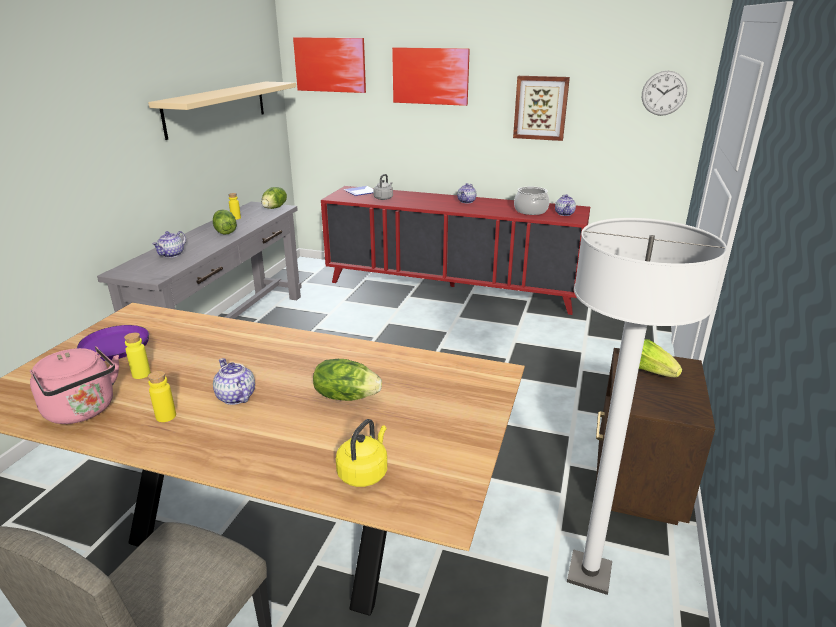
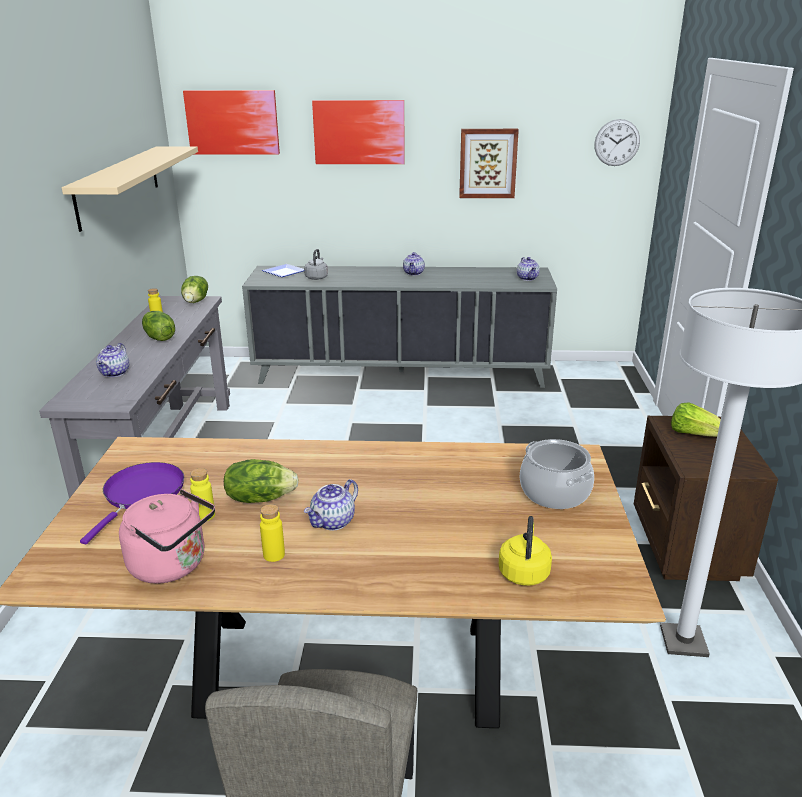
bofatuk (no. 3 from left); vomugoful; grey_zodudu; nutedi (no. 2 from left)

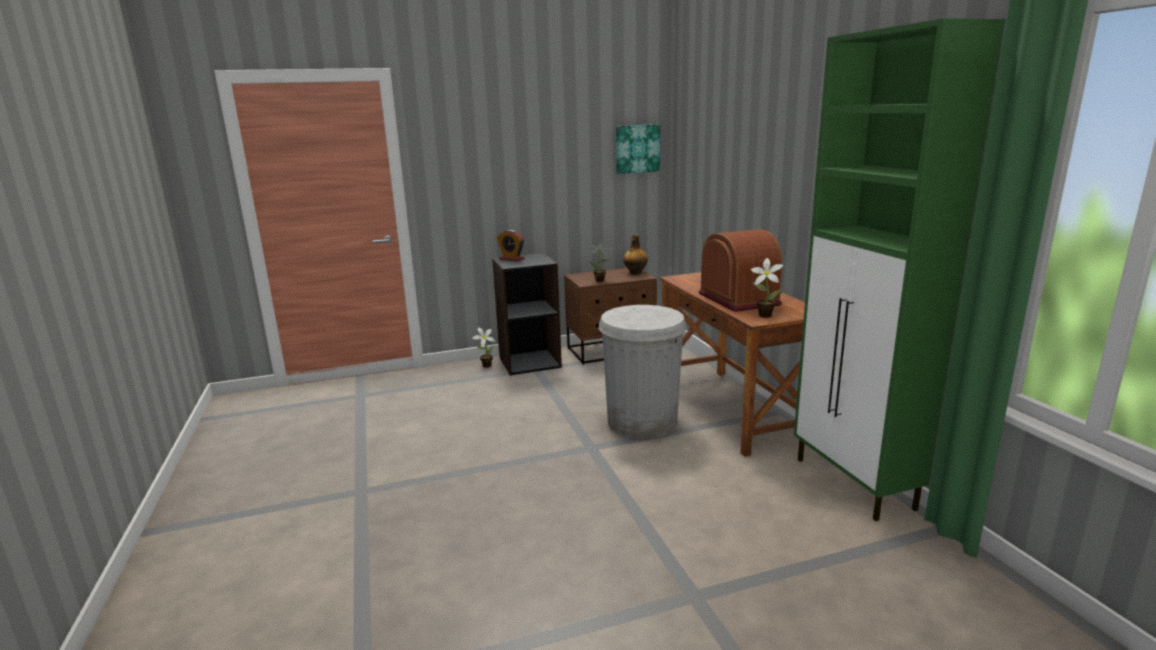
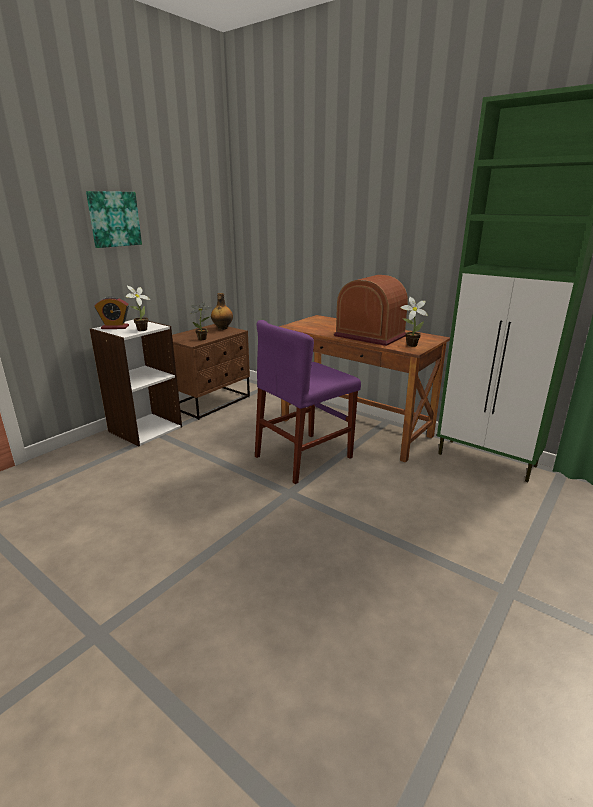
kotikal (no. 1 from left); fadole; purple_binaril; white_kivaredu

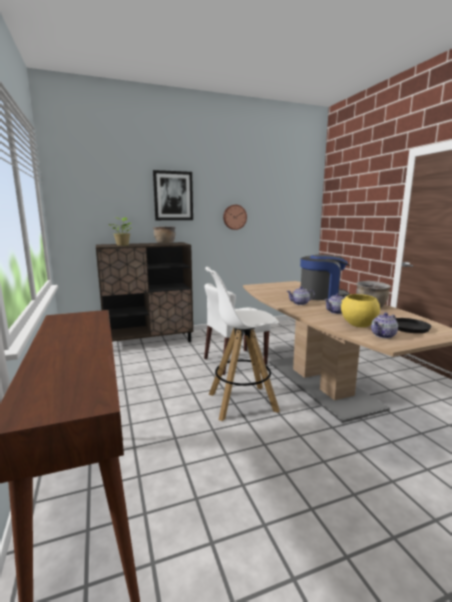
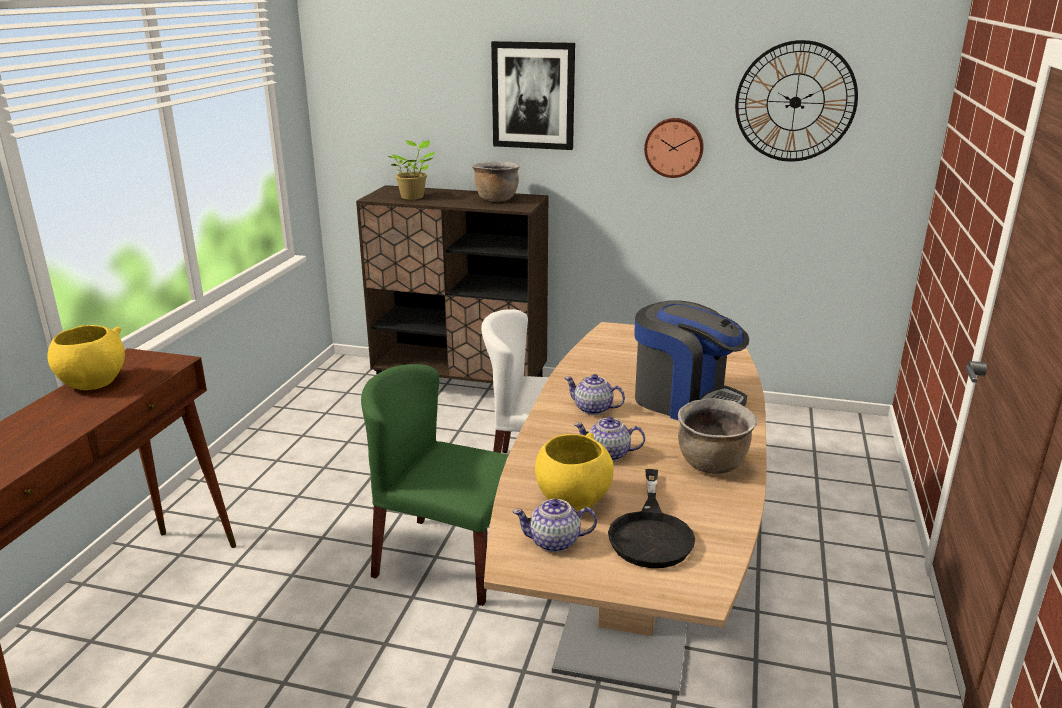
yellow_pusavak (no. 1 from left); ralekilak (no. 2 from left); green_binaril

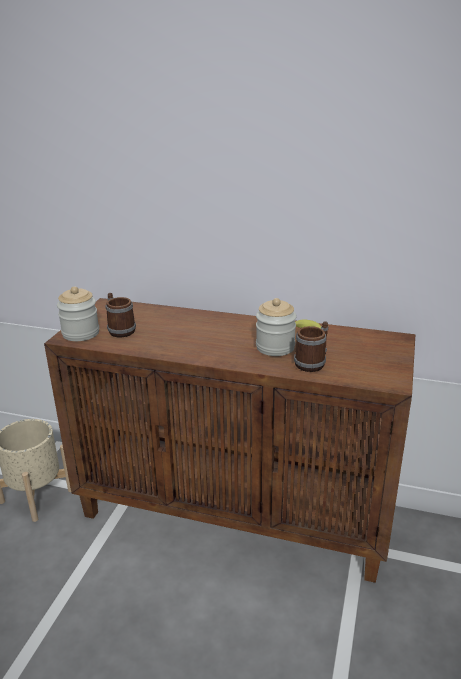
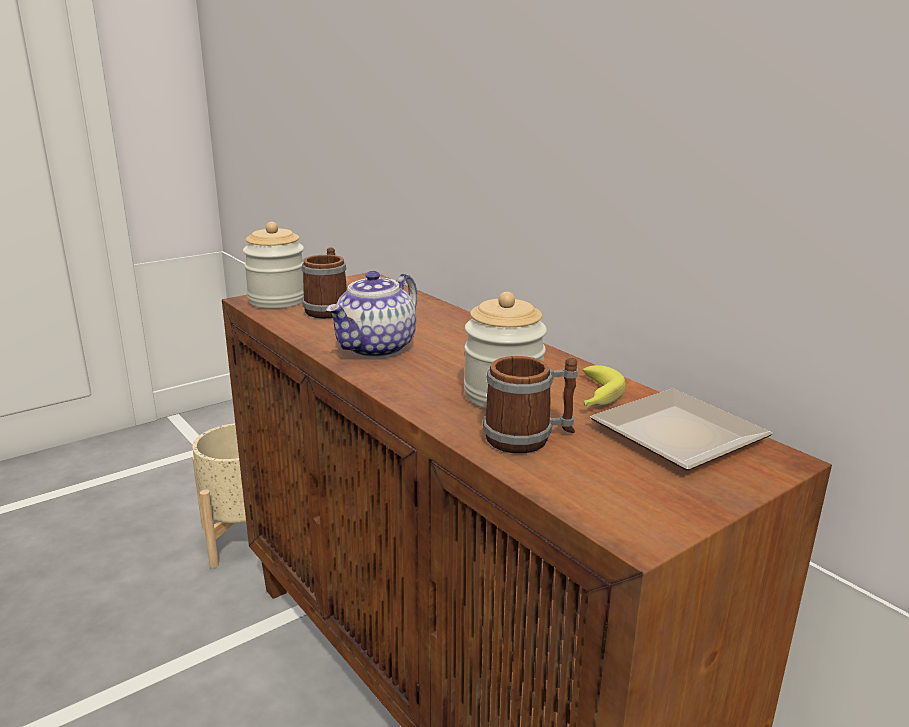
nutedi; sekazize

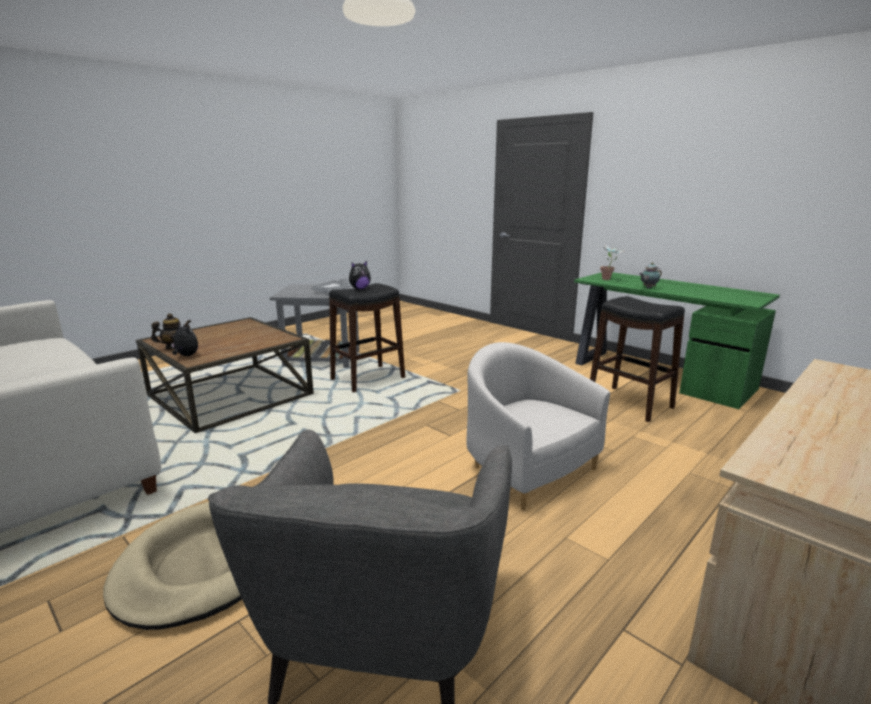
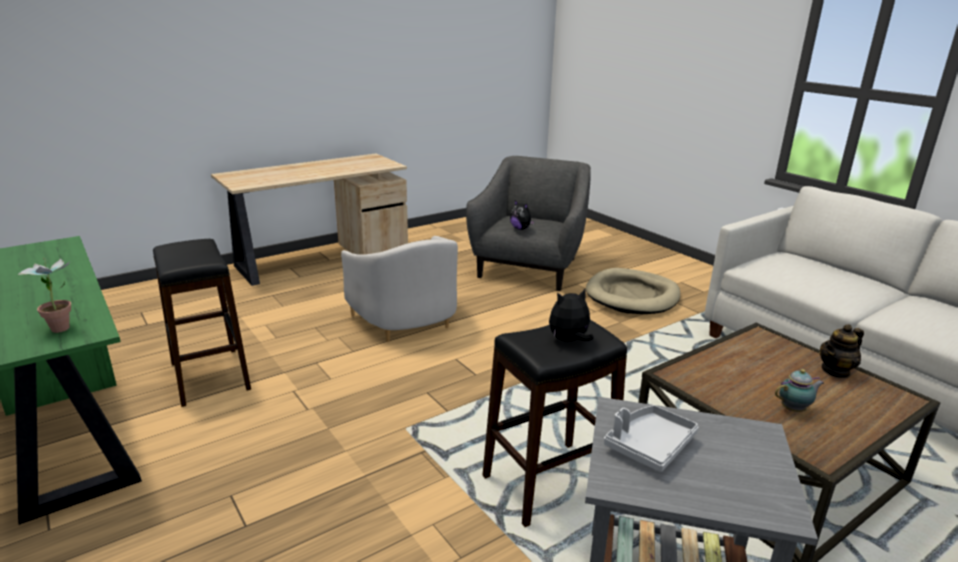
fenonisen (no. 1 from left); nutedi (no. 1 from left)

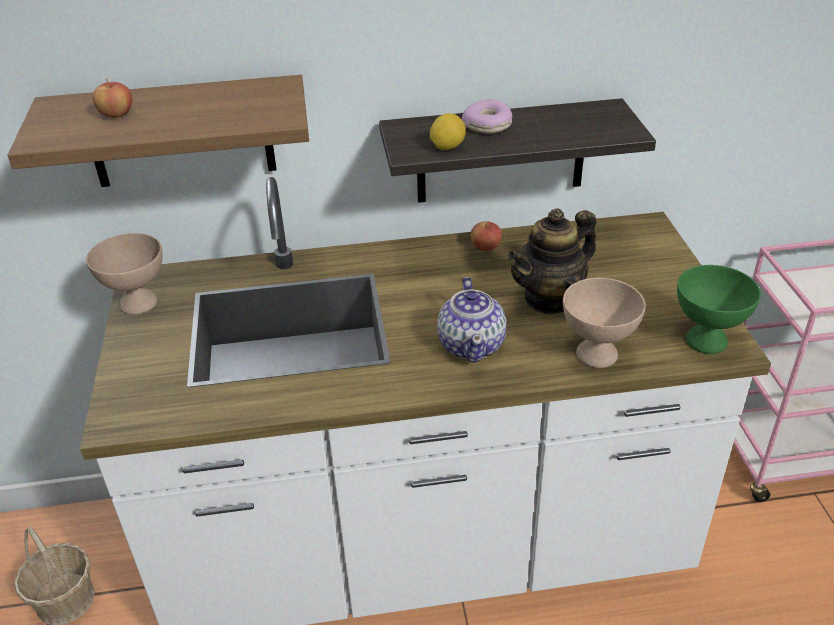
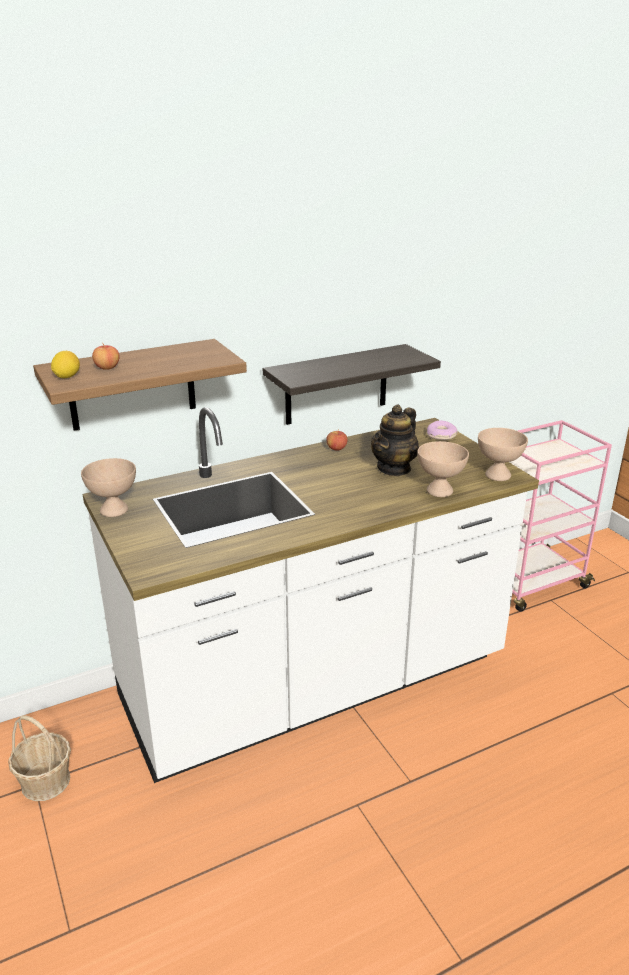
nutedi (no. 1 from left in the first image); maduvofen; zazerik; beige_pusavak (no. 3 from left)

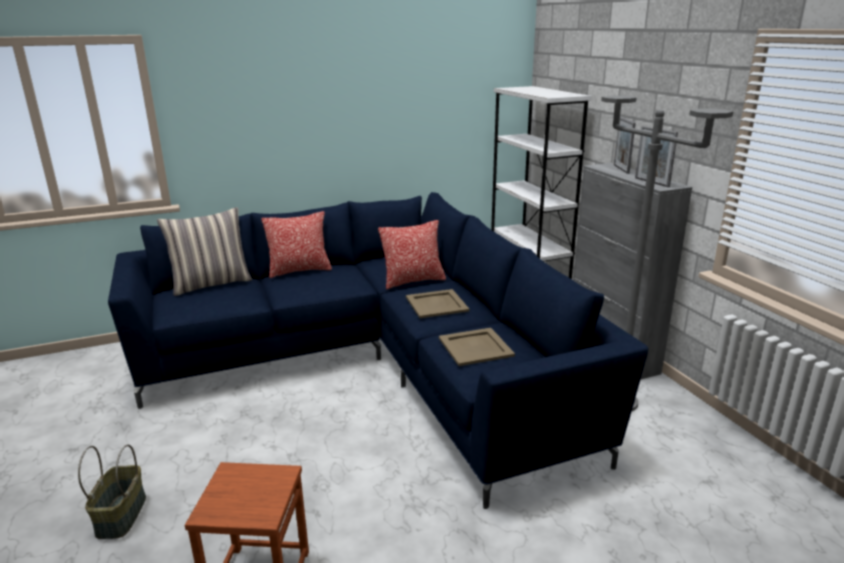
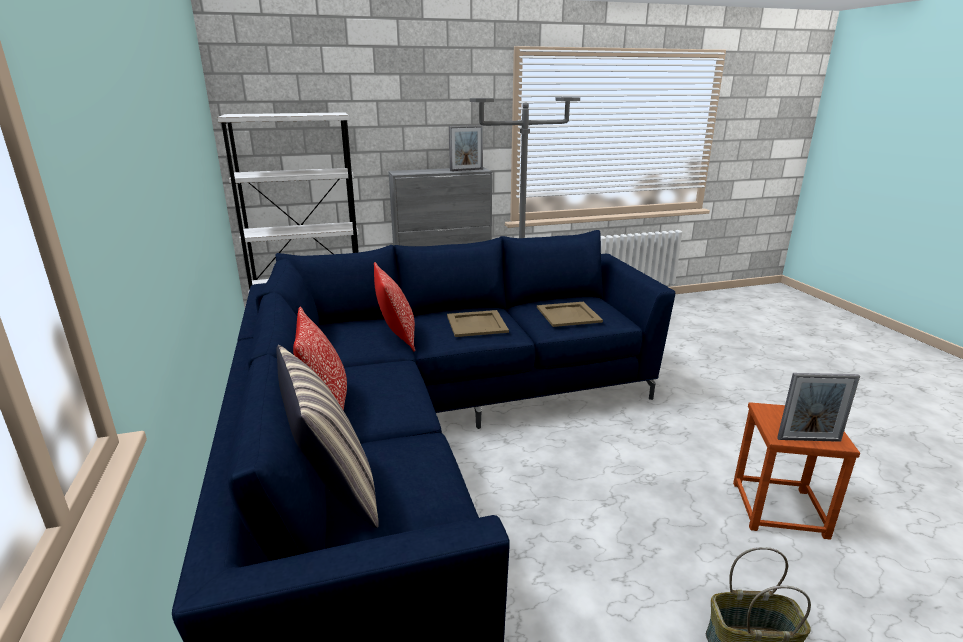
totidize (no. 2 from left)

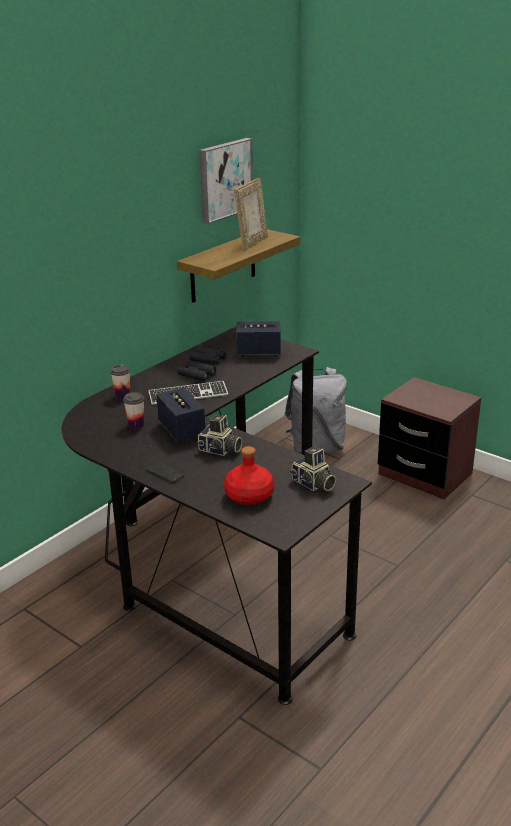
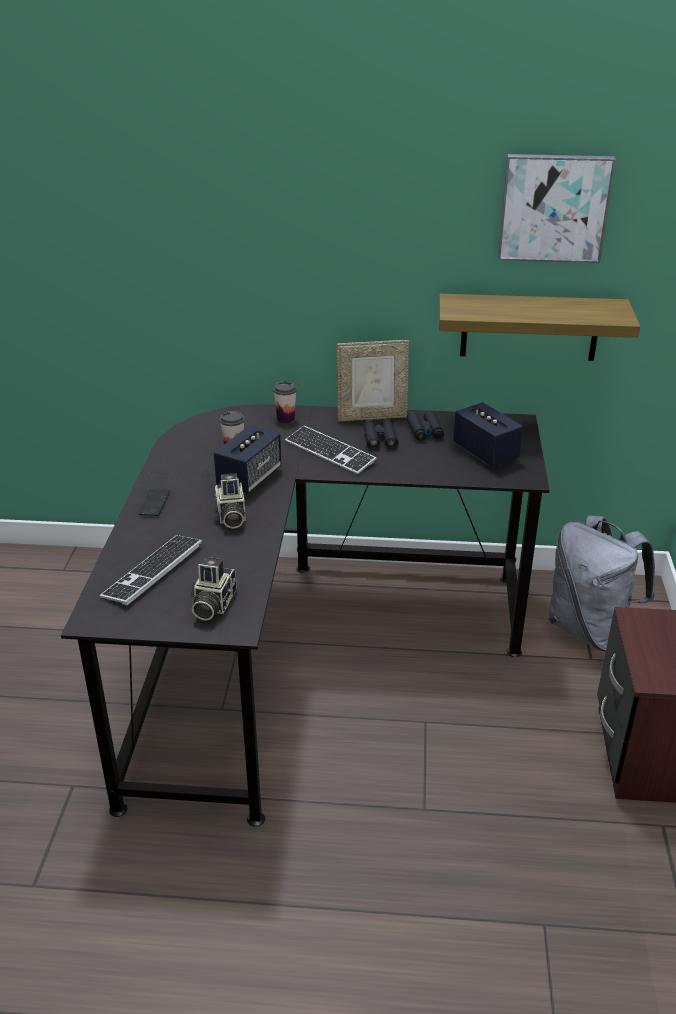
totidize; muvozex (no. 1 from left)

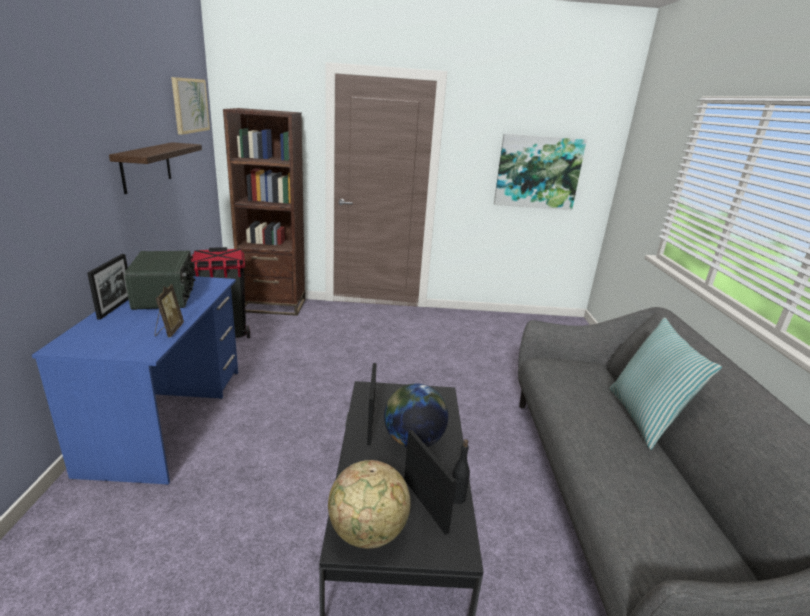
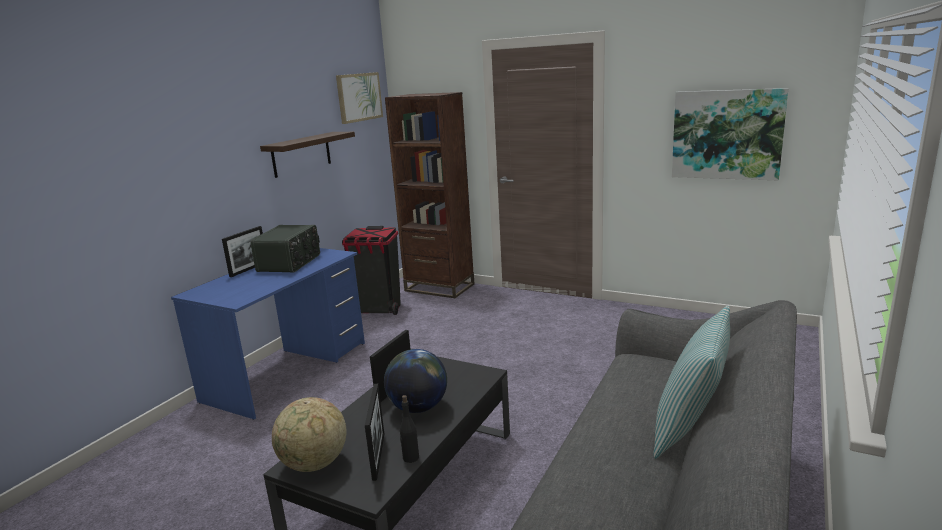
totidize (no. 2 from left in the first image)

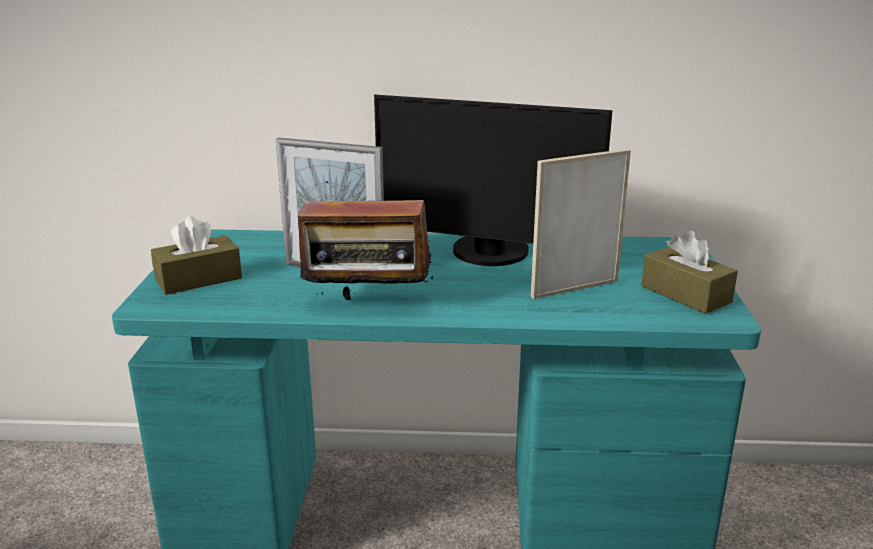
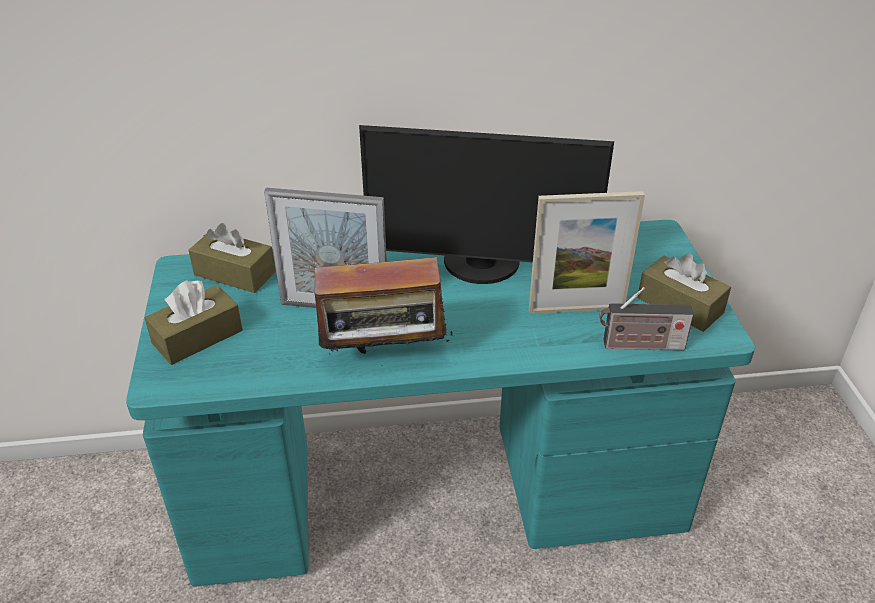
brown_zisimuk (no. 2 from left); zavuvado (no. 2 from left); totidize (no. 2 from left)

